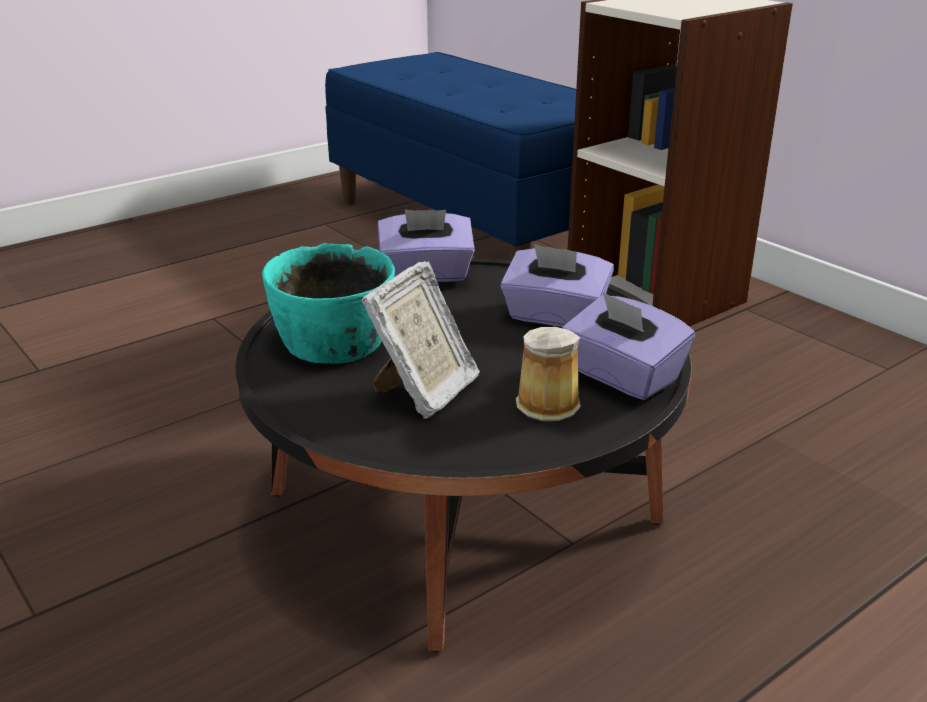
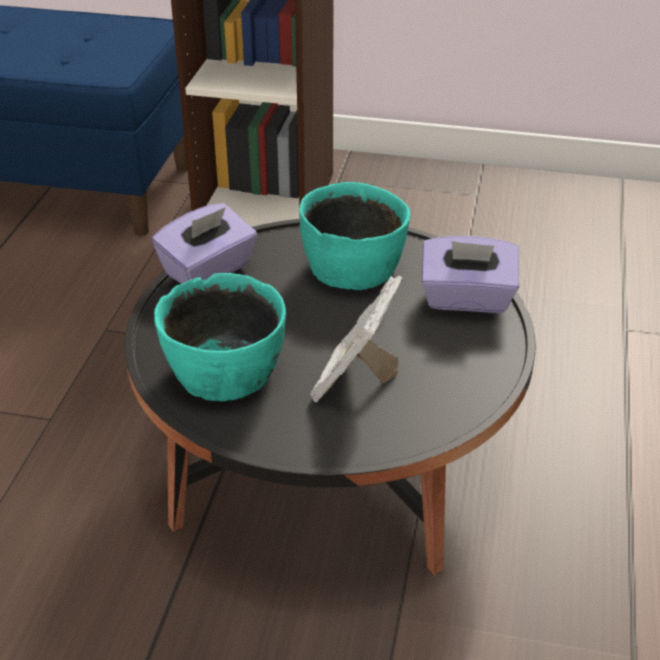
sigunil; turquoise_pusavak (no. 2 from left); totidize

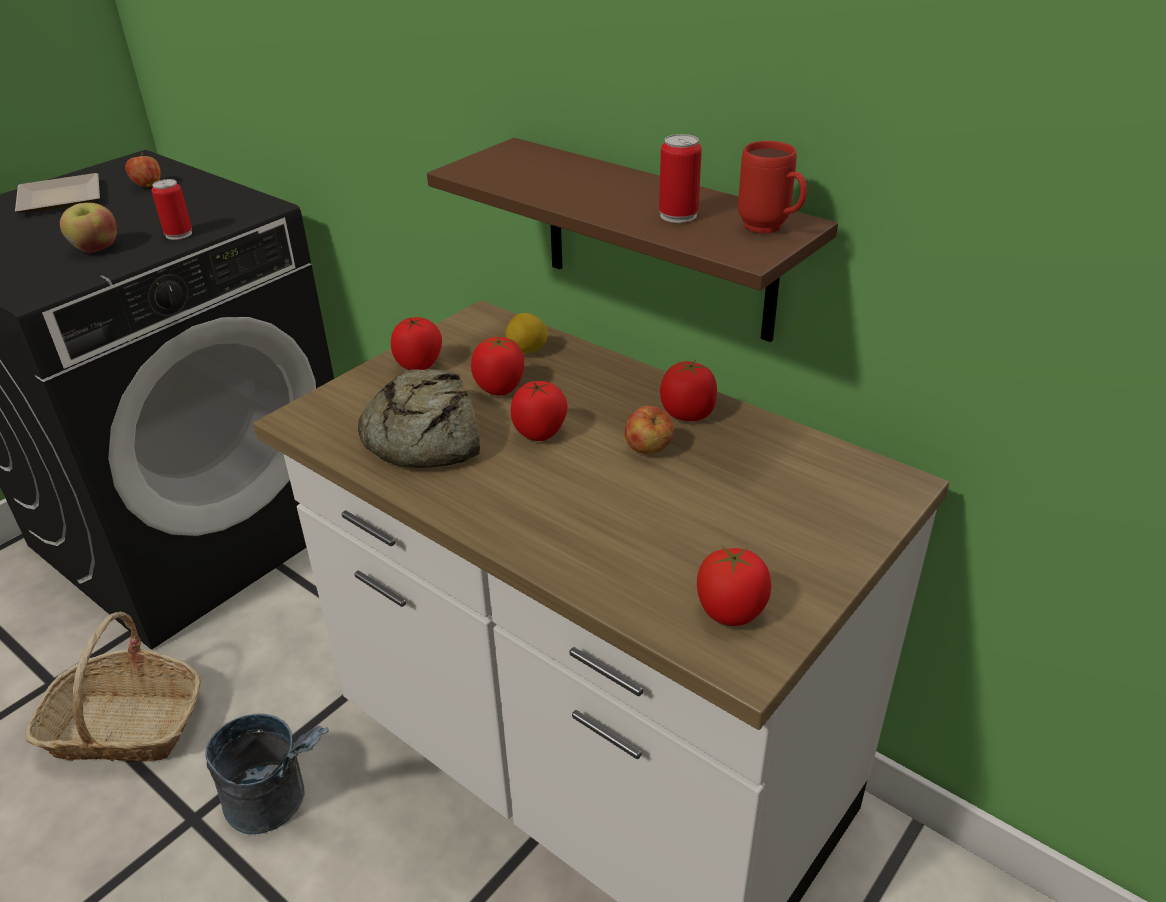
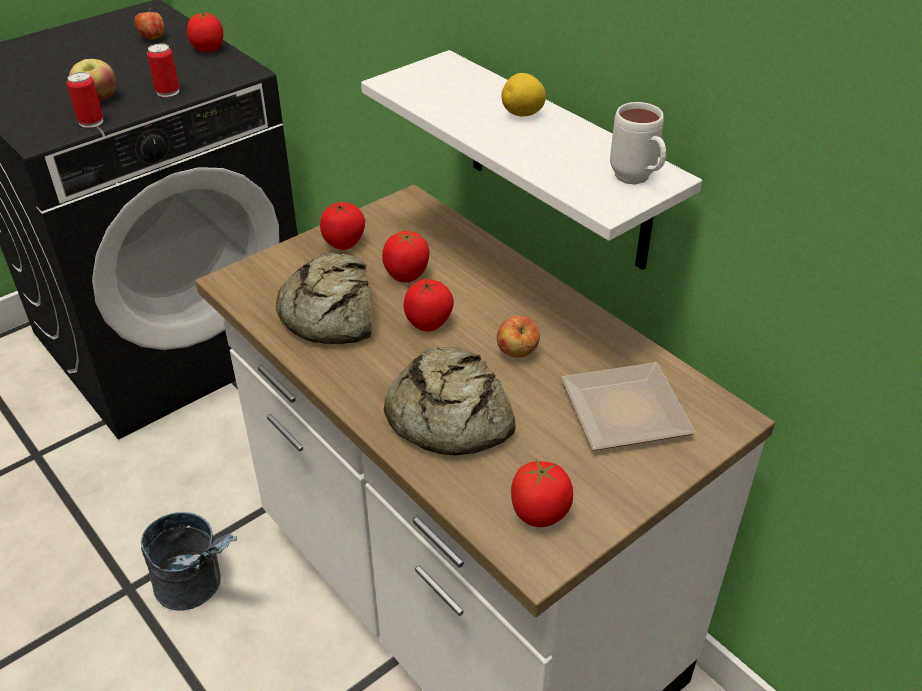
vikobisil; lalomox (no. 2 from left); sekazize; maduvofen; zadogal (no. 1 from left); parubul (no. 1 from left); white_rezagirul; white_sigunil

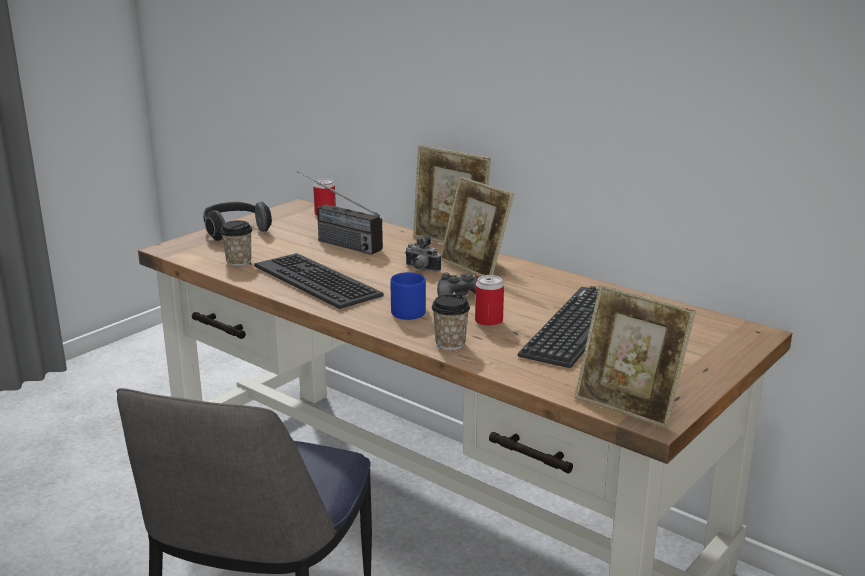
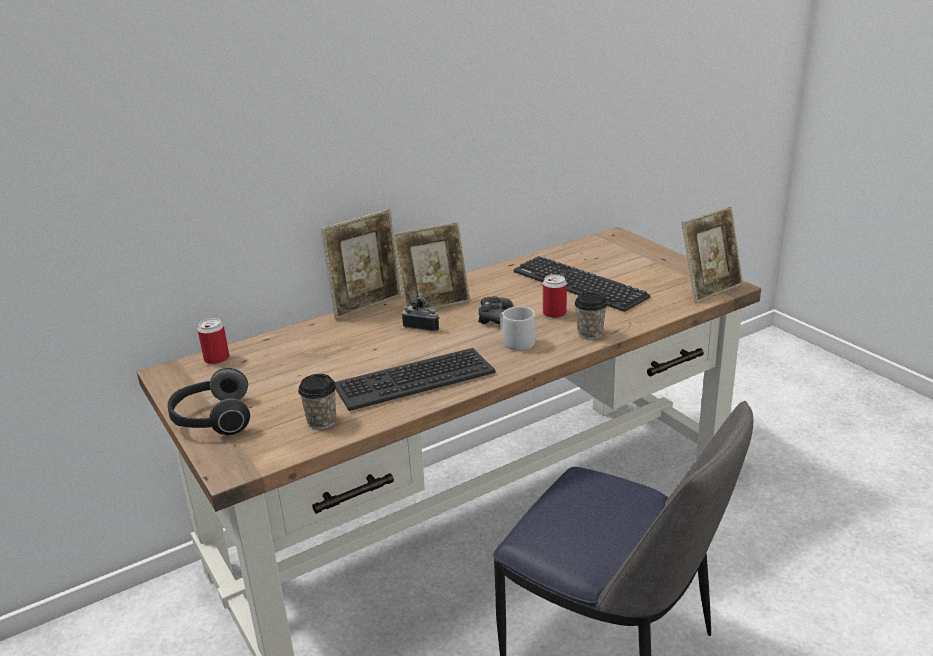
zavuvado; grey_sigunil; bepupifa

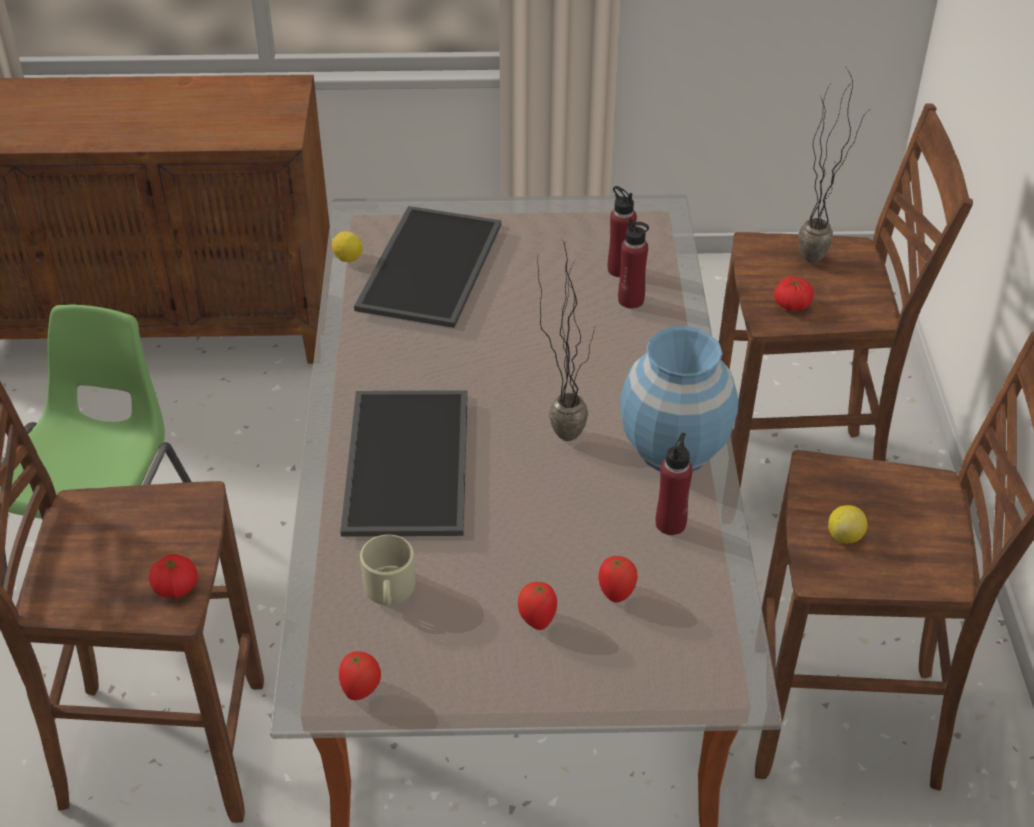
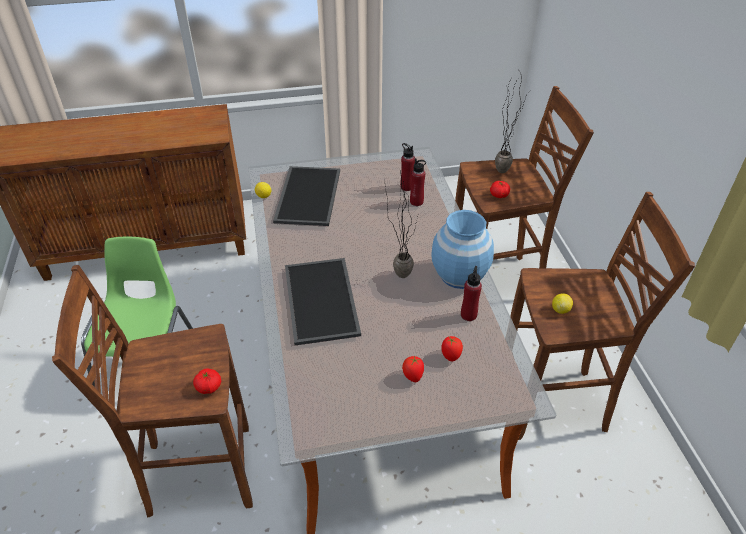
parubul (no. 2 from left in the first image); beige_sigunil

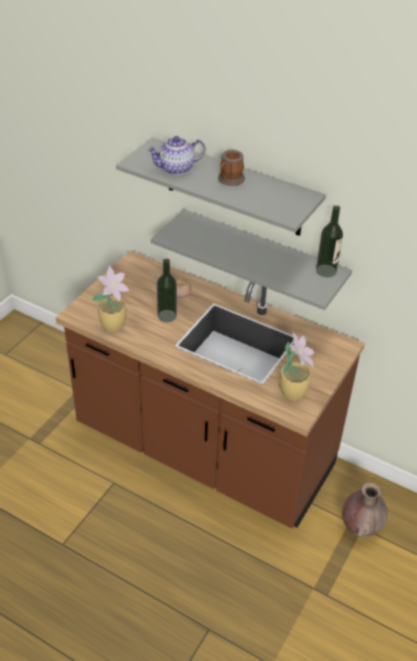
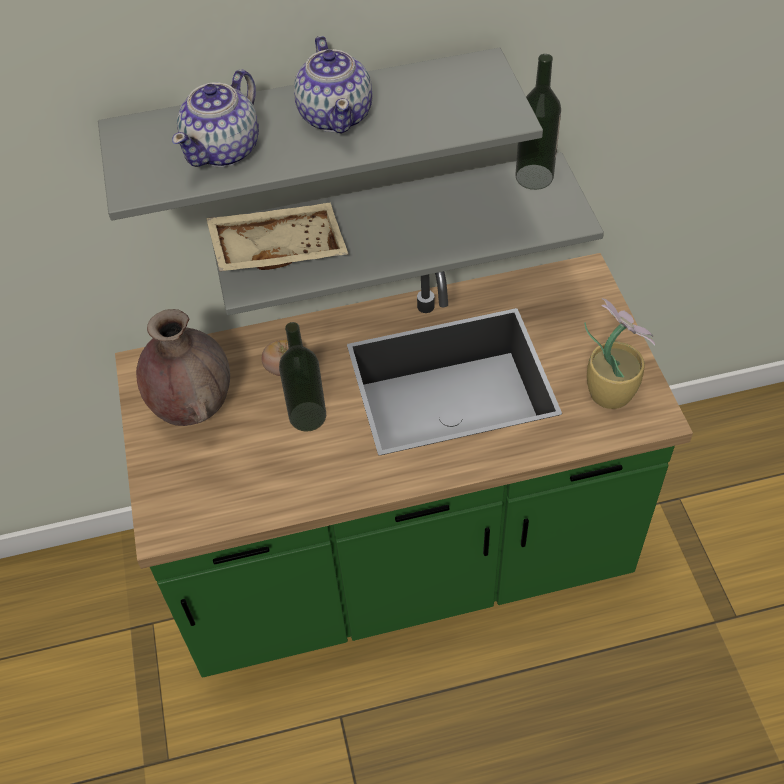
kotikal (no. 1 from left in the first image); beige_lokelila; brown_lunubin; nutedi (no. 2 from left); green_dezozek

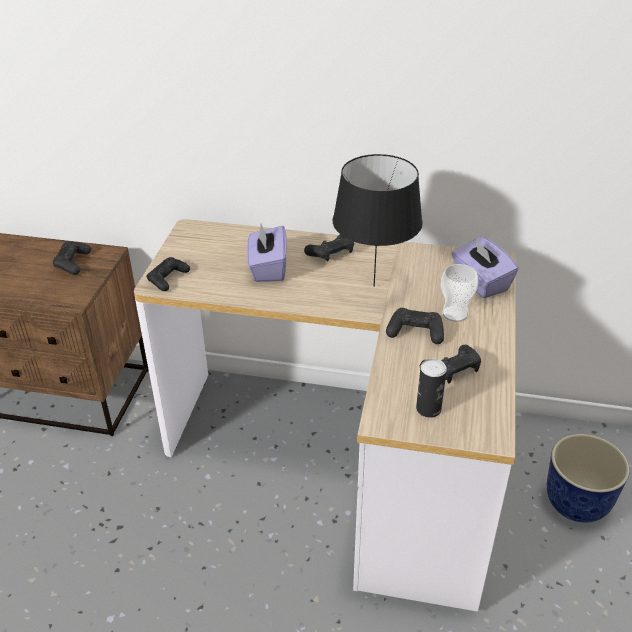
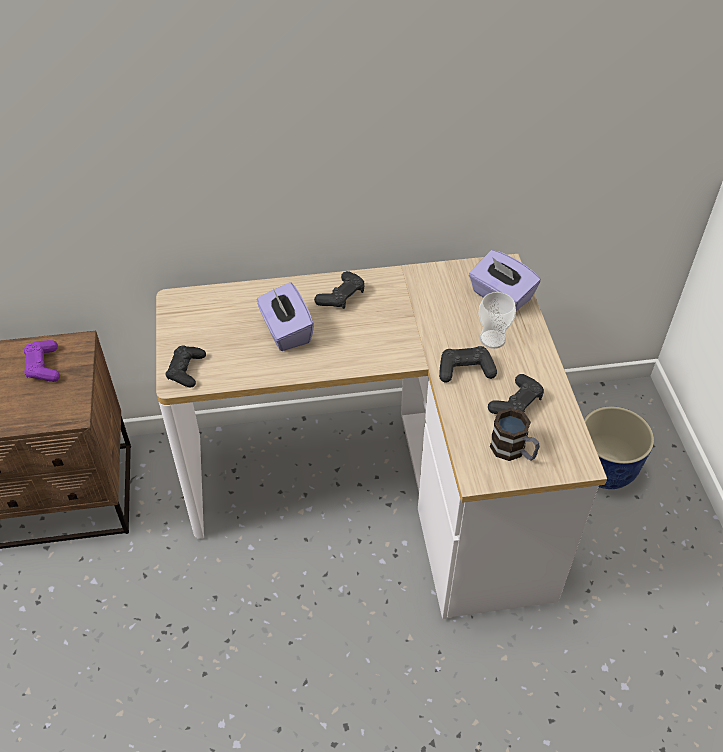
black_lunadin; sigunil; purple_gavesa

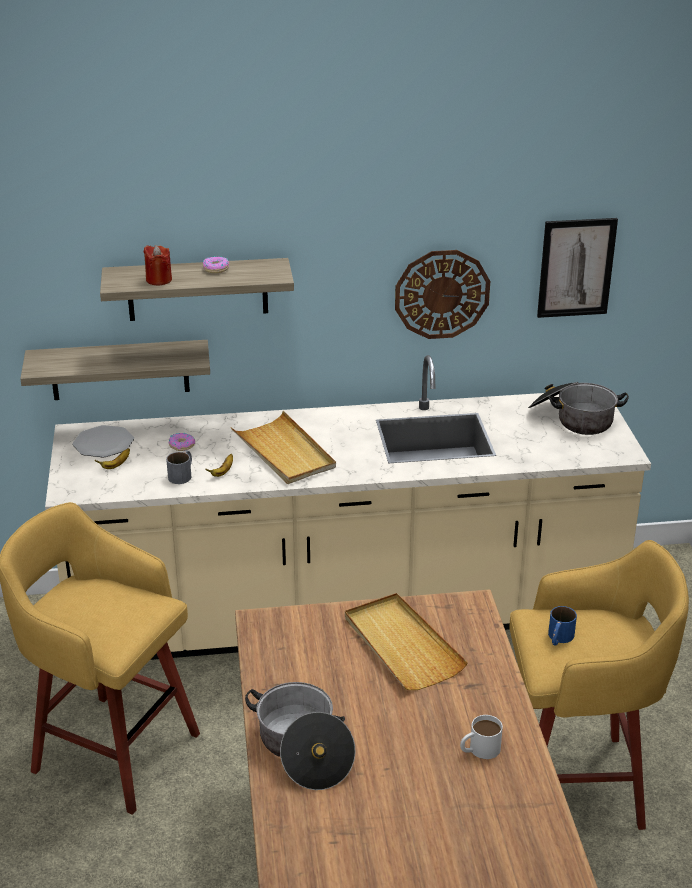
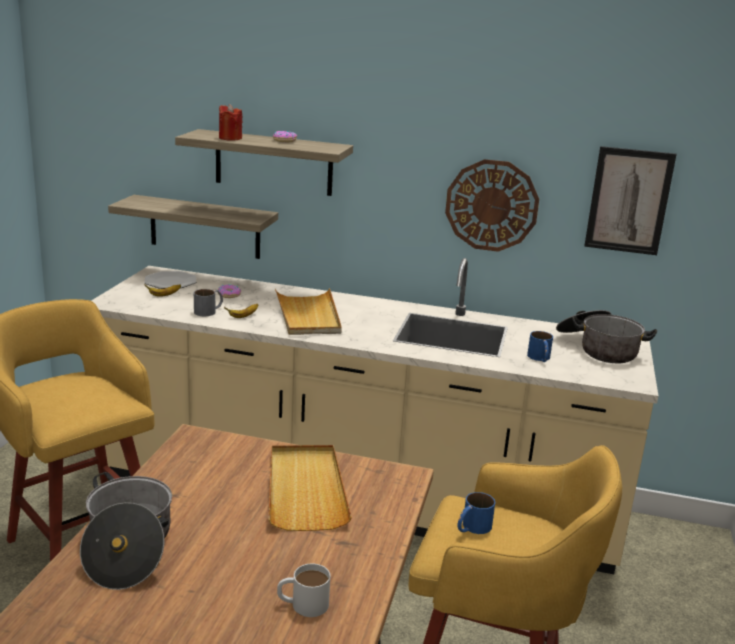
blue_sigunil (no. 2 from left)

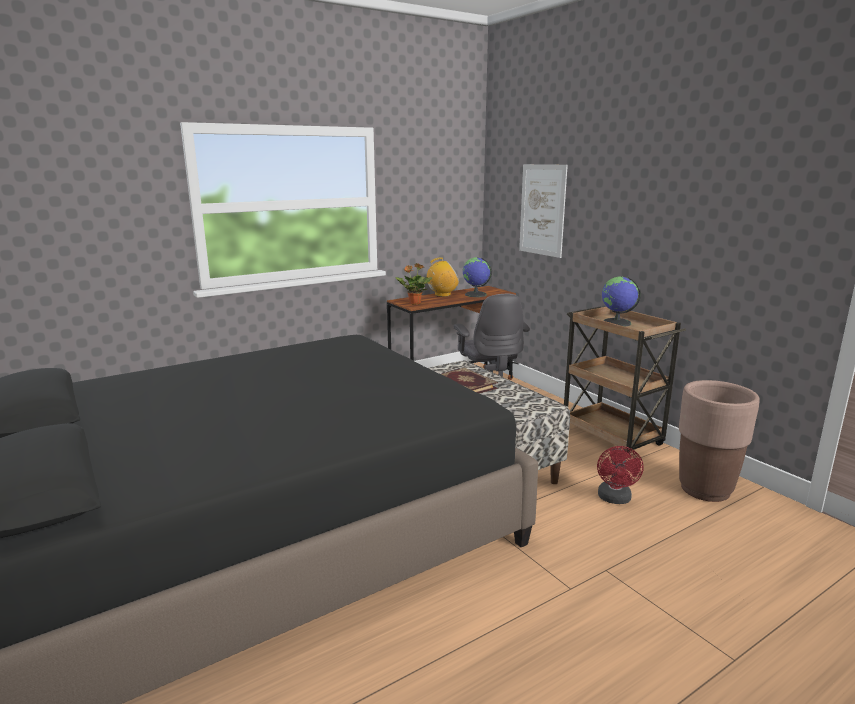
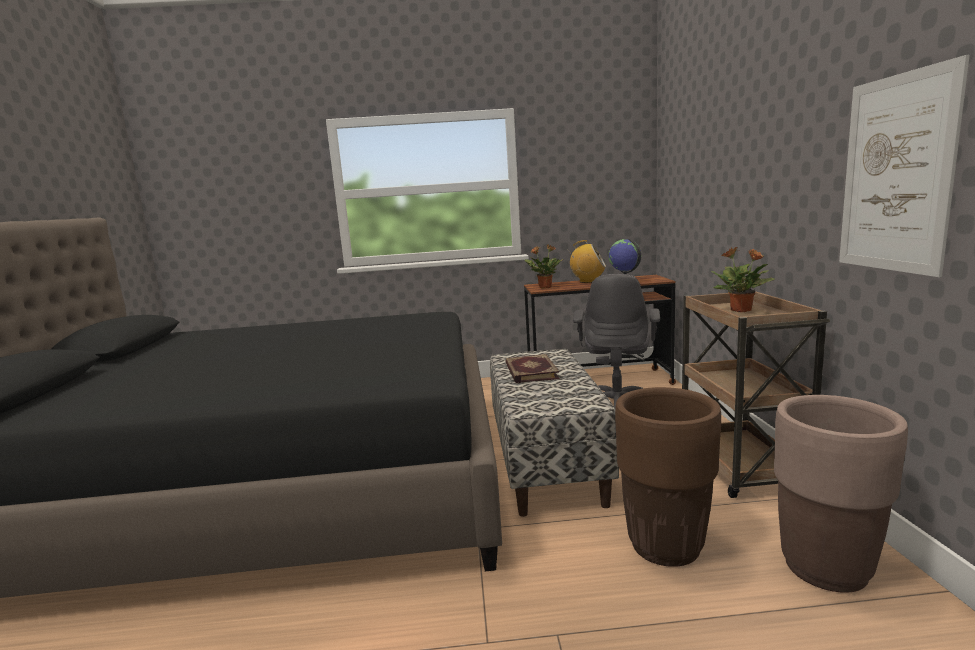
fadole; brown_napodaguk (no. 1 from left); kotikal (no. 2 from left)

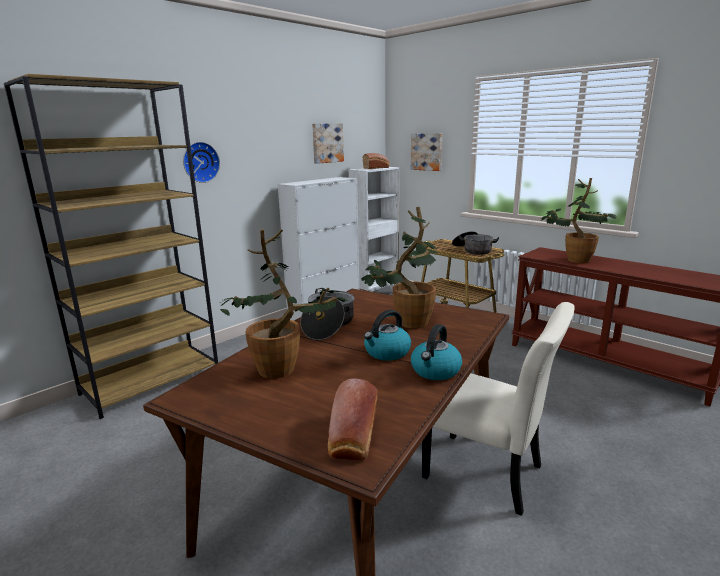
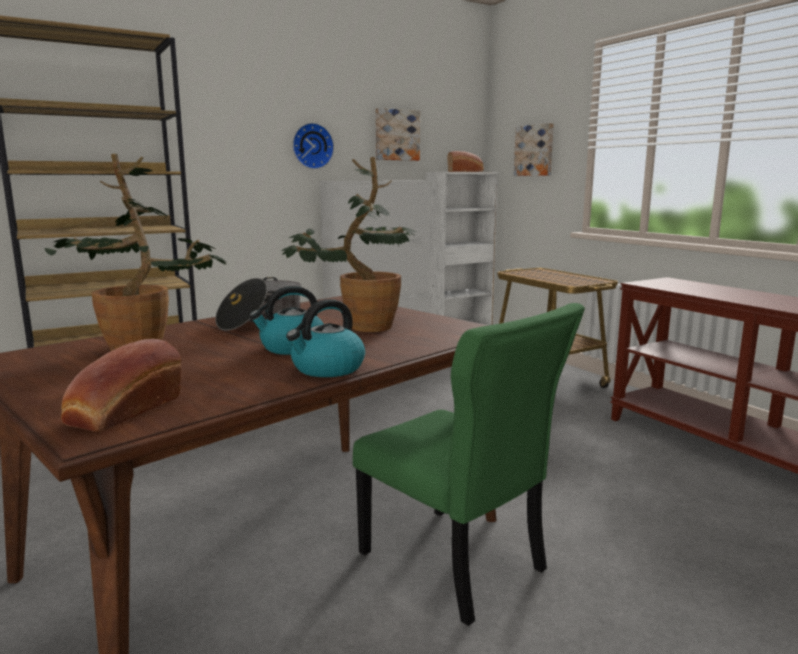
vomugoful (no. 2 from left in the first image); kotikal (no. 3 from left in the first image); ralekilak; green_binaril

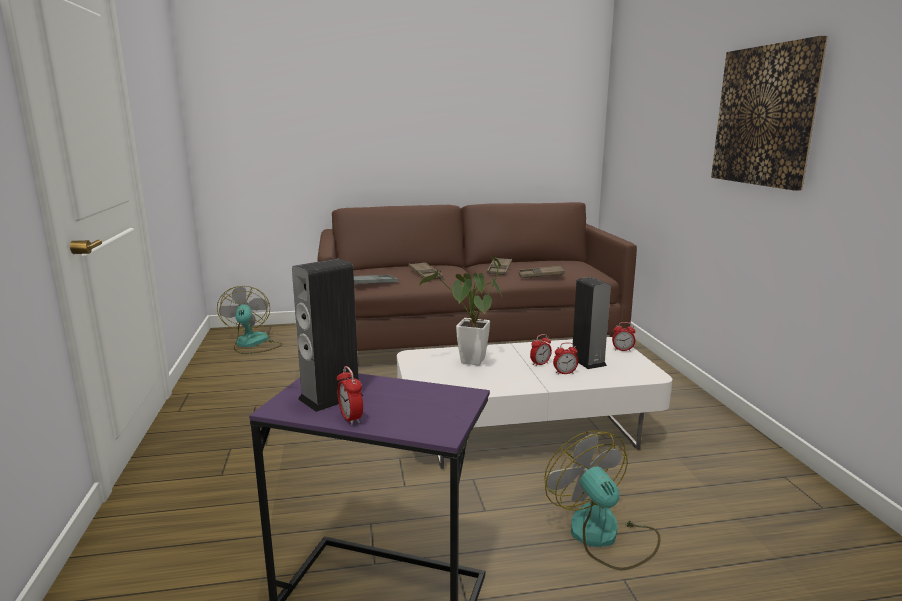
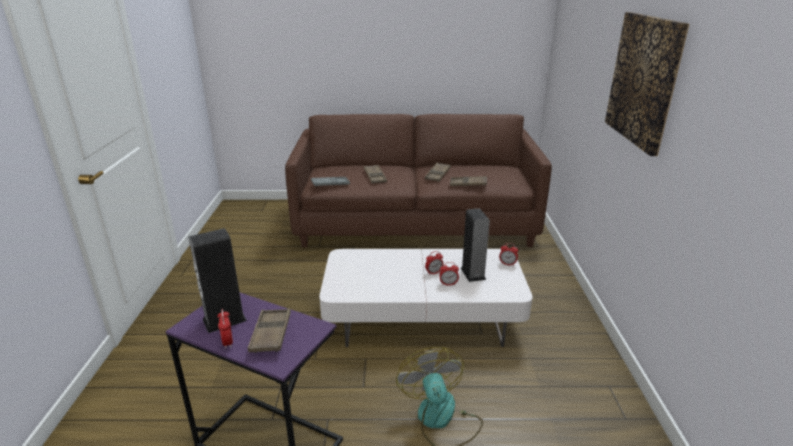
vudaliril (no. 1 from left in the first image); kotikal; brown_lokelila (no. 1 from left)

